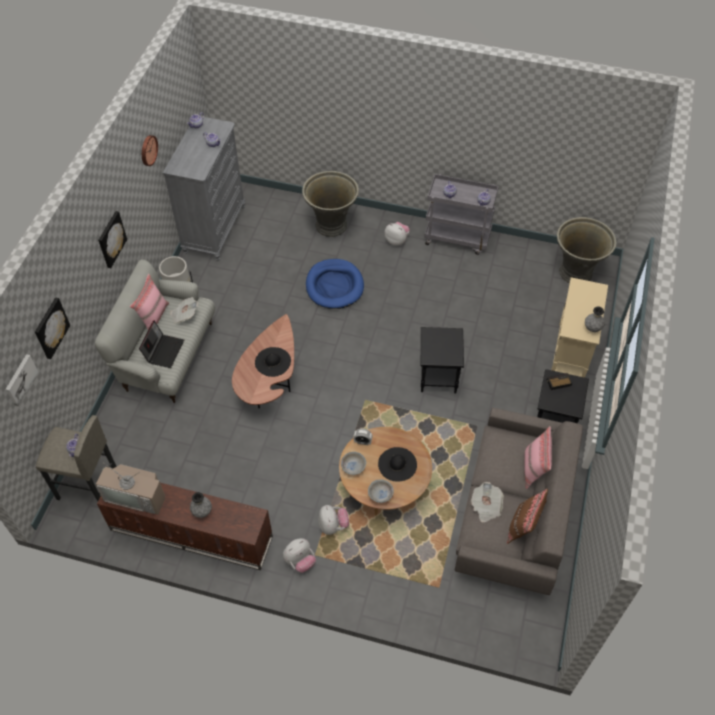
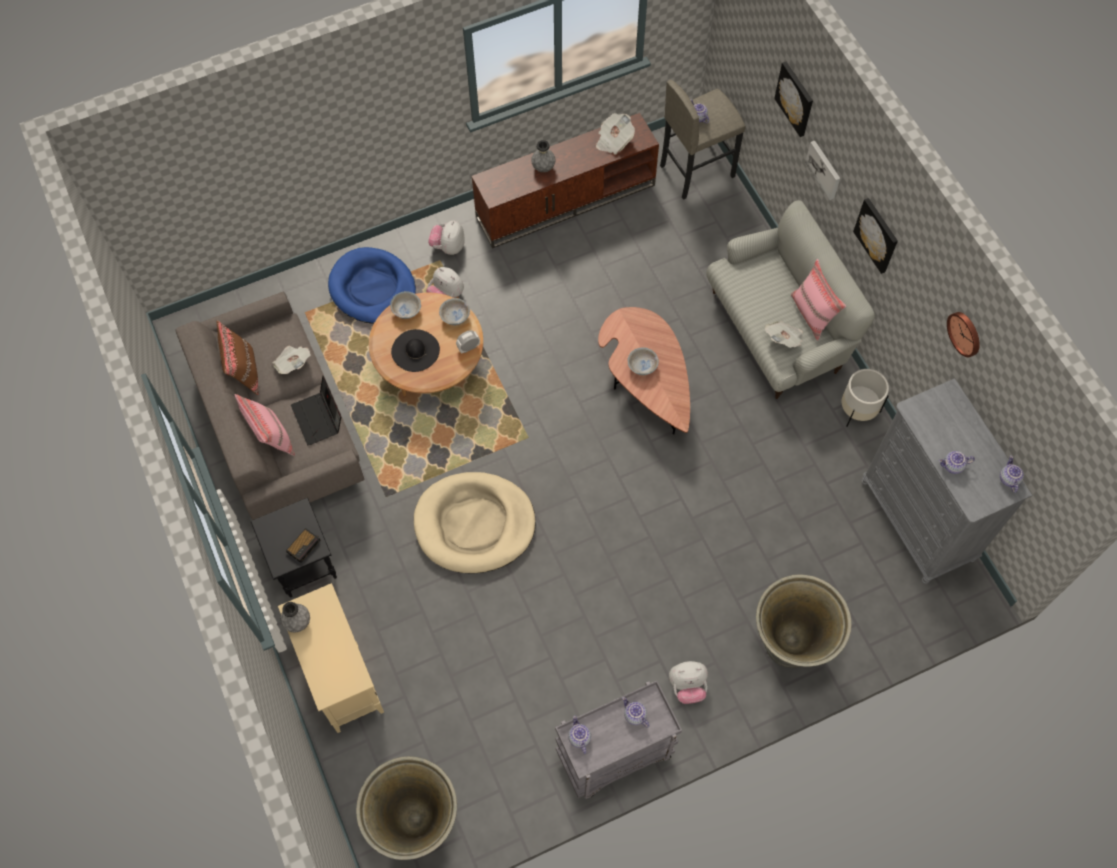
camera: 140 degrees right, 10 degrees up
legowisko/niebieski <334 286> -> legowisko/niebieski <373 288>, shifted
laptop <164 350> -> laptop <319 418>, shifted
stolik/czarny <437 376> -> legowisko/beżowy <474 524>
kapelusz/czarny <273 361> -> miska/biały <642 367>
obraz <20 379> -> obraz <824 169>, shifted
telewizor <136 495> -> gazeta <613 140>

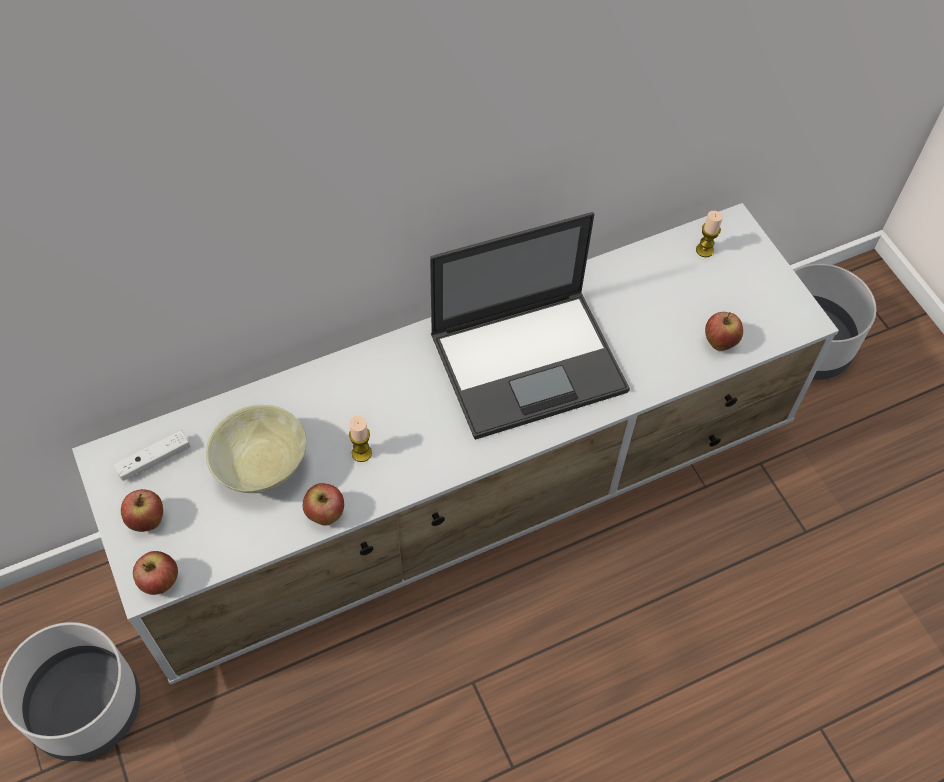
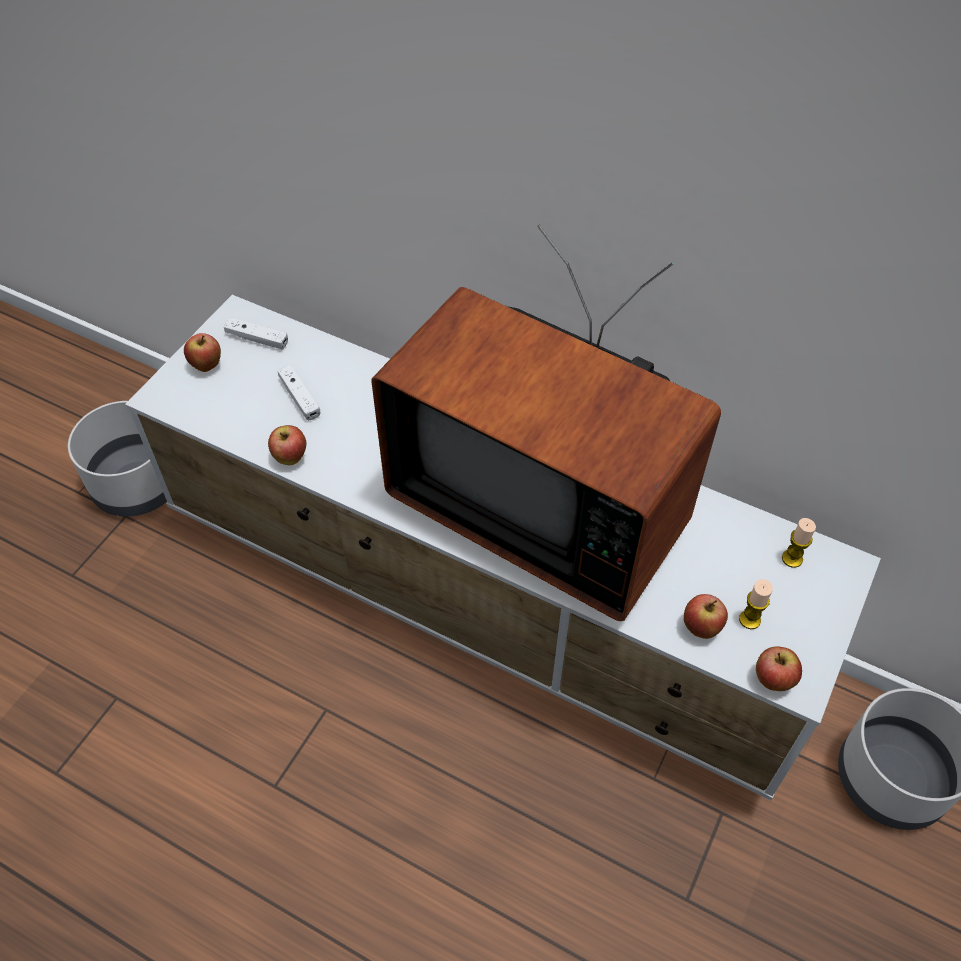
camera: 55 degrees right, 5 degrees down
laptop <530 362> -> telewizor <544 501>
miska/beżowy <261 467> -> pad do gier/biały <300 397>
świeca <361 453> -> świeca <749 619>, shifted
jabłko <160 583> -> jabłko <772 680>, shifted

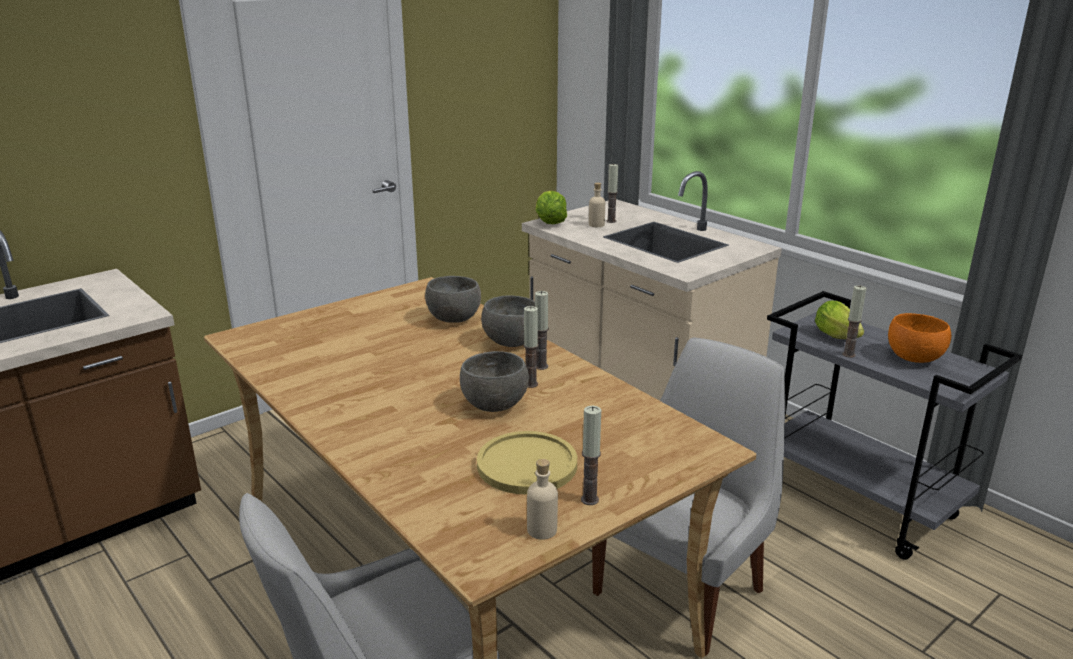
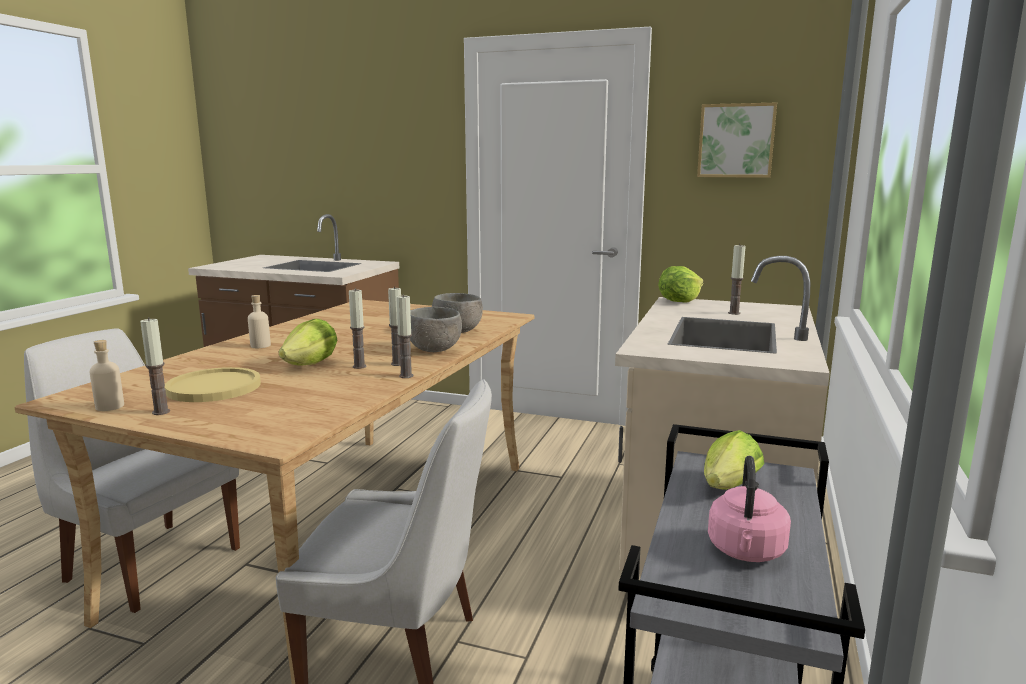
camera: 60 degrees right, 10 degrees down
butelka/beżowy <596 225> -> butelka/beżowy <260 346>, shifted
świeca <848 354> -> świeca <406 376>, shifted
miska/pomarańczowy <915 359> -> czajnik/różowy <746 552>
miska/szary <495 405> -> sałata <311 364>
none -> obraz <736 141>

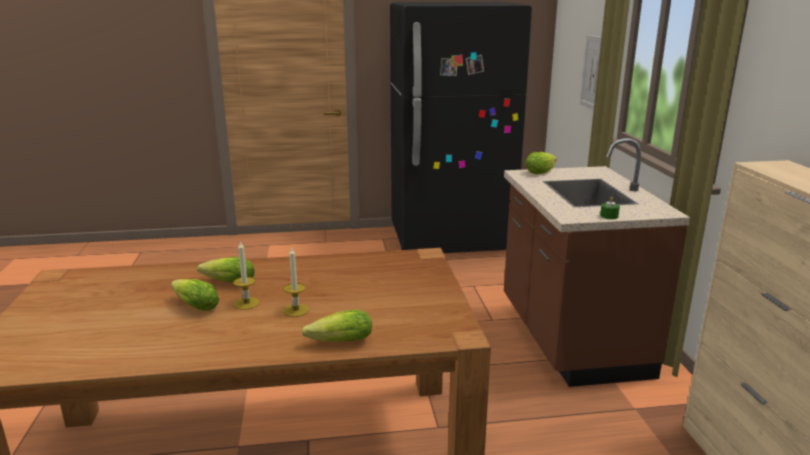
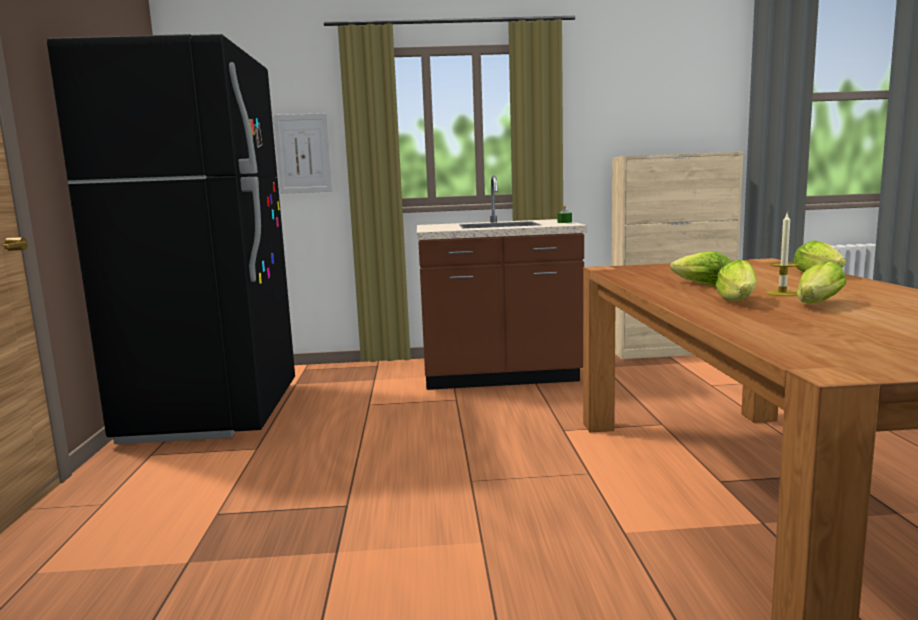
camera: 85 degrees left, 10 degrees down
sałata <542 171> -> sałata <699 285>, shifted
świeca <296 310> -> none

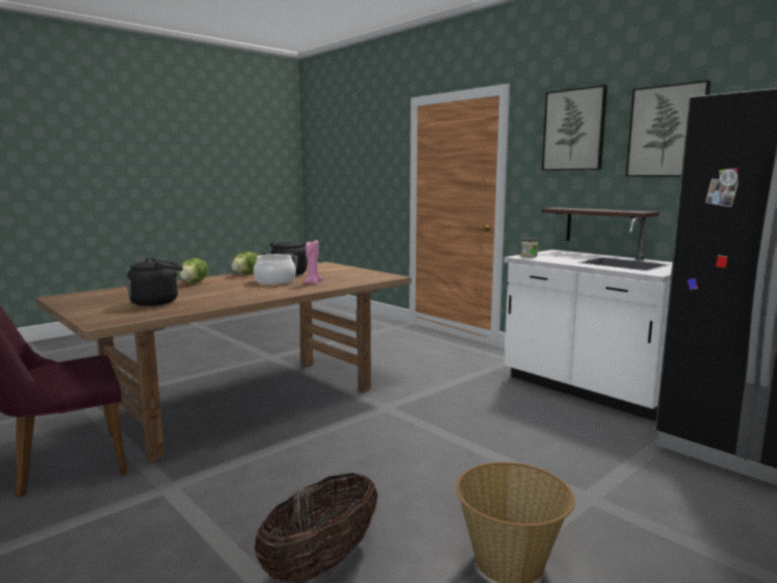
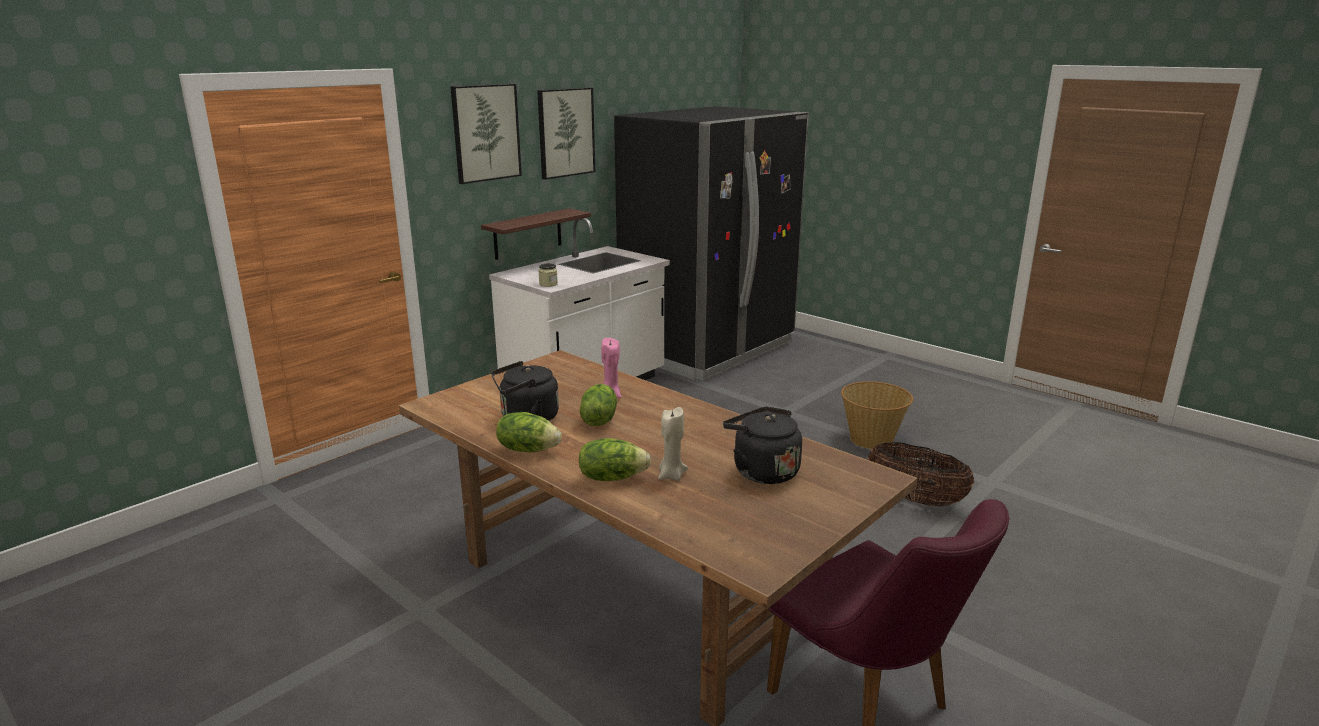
camera: 95 degrees left, 10 degrees up
garnek <275 281> -> sałata <598 420>
none -> świeca/beżowy <671 475>

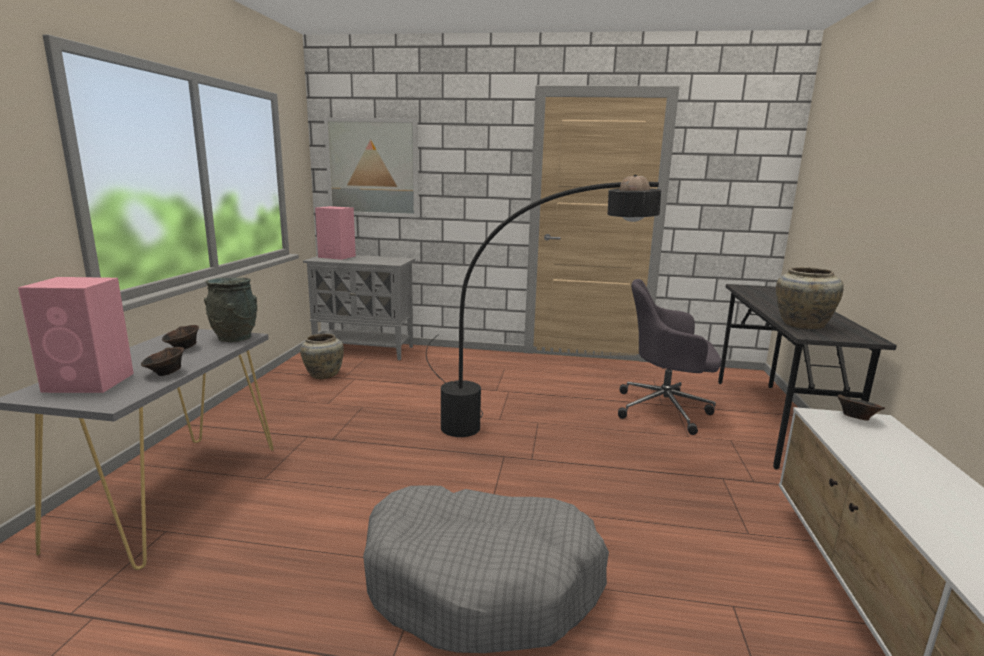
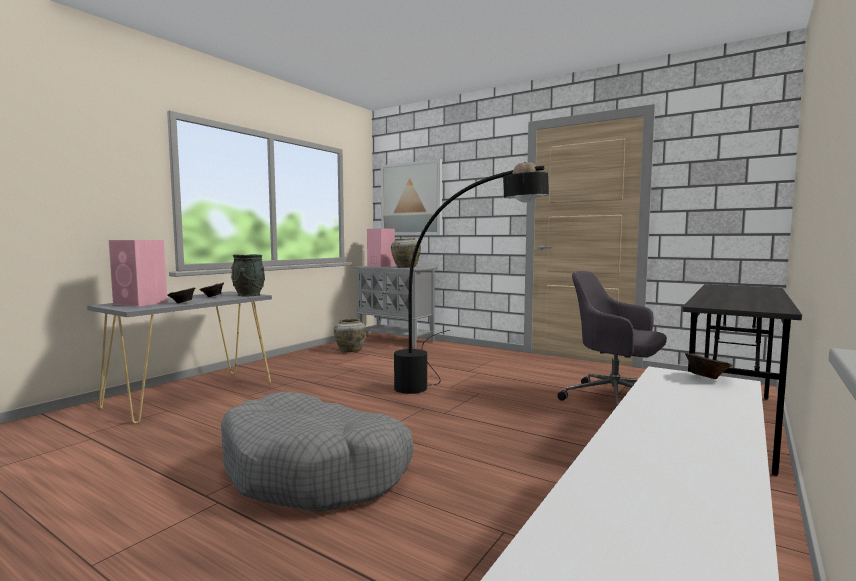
camera: 25 degrees right, 10 degrees down
wazon/beżowy <801 325> -> wazon/beżowy <405 267>, shifted

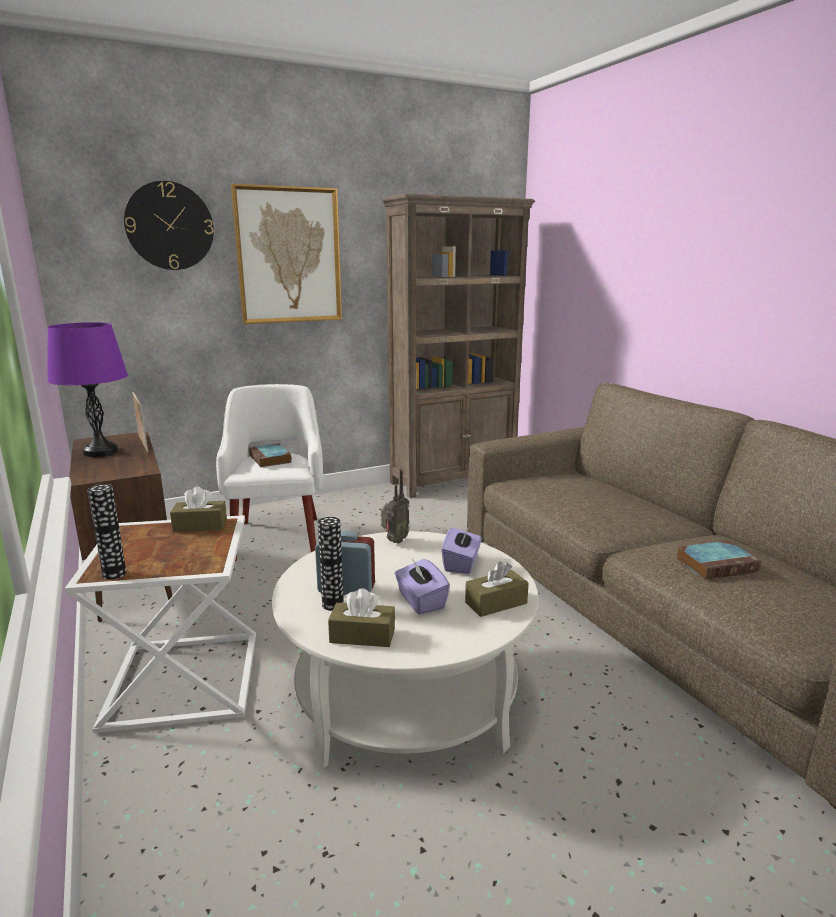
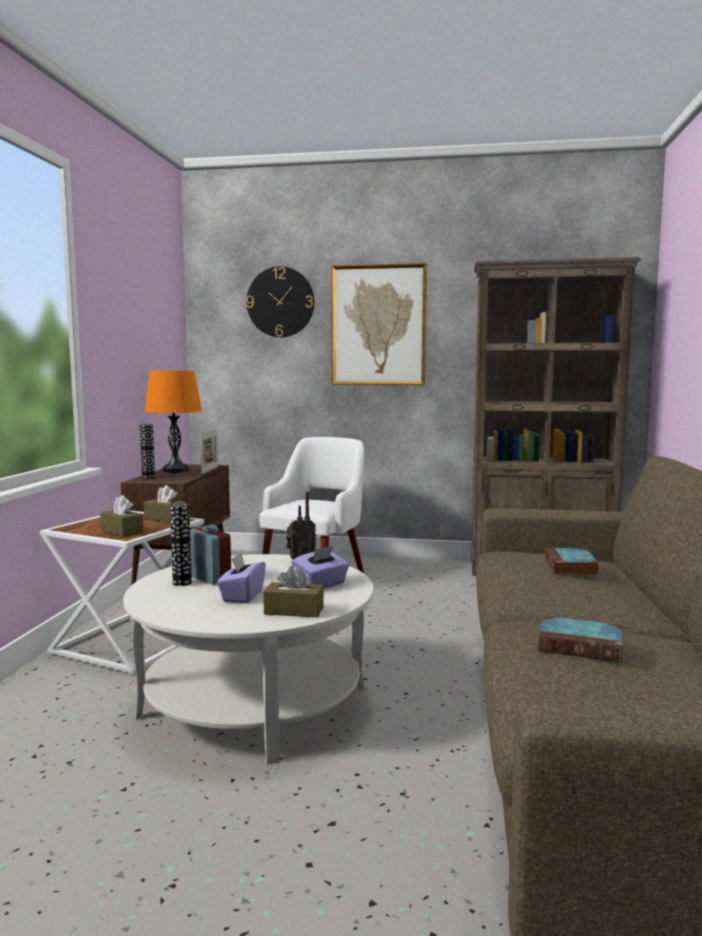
camera: 35 degrees right, 10 degrees down
lampa stołowa/fioletowy <101 452> -> lampa stołowa/pomarańczowy <175 471>
książka <271 459> -> książka <571 566>, shifted
wazon <114 574> -> wazon <148 478>, shifted
pudełko chusteczek/brązowy <362 635> -> pudełko chusteczek/brązowy <122 531>, shifted

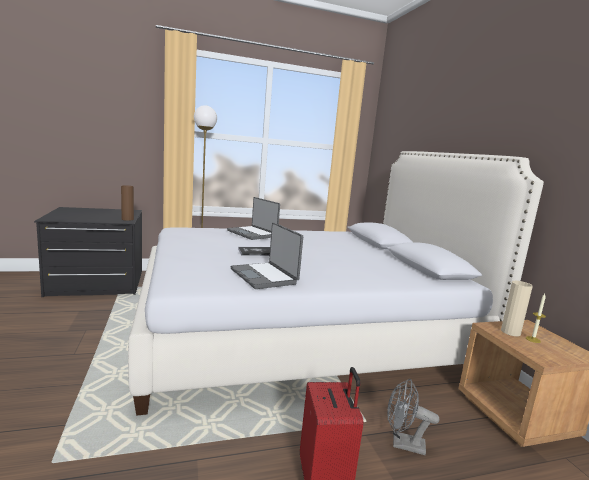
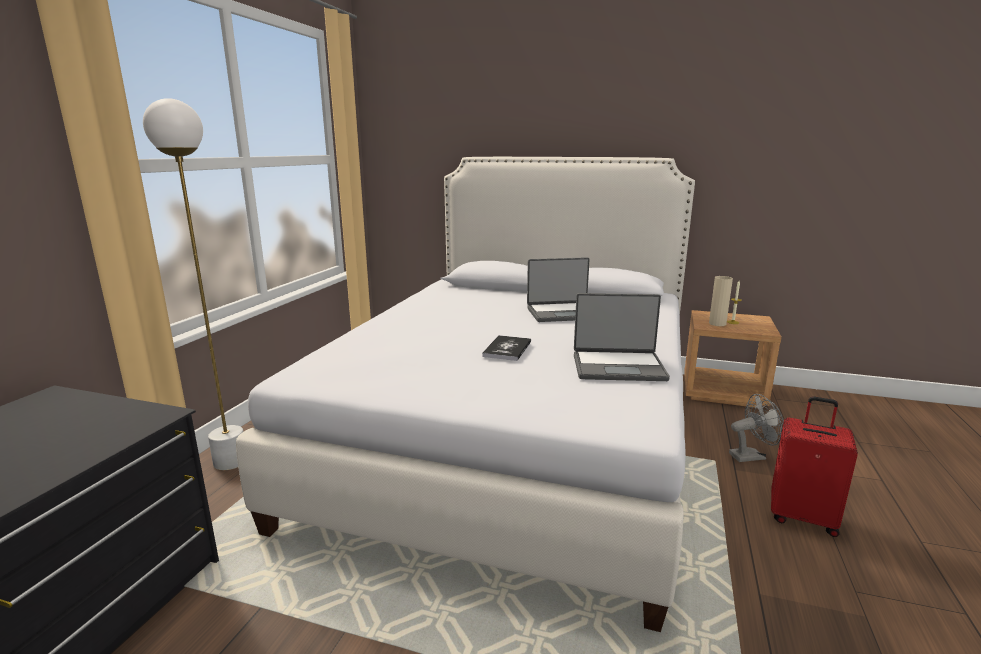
camera: 55 degrees left, 5 degrees up
wazon/brązowy <127 219> -> none
laptop <252 233> -> laptop <562 313>, shifted
wentylator/szary <402 444> -> wentylator/szary <751 456>, 150 degrees counterclockwise

